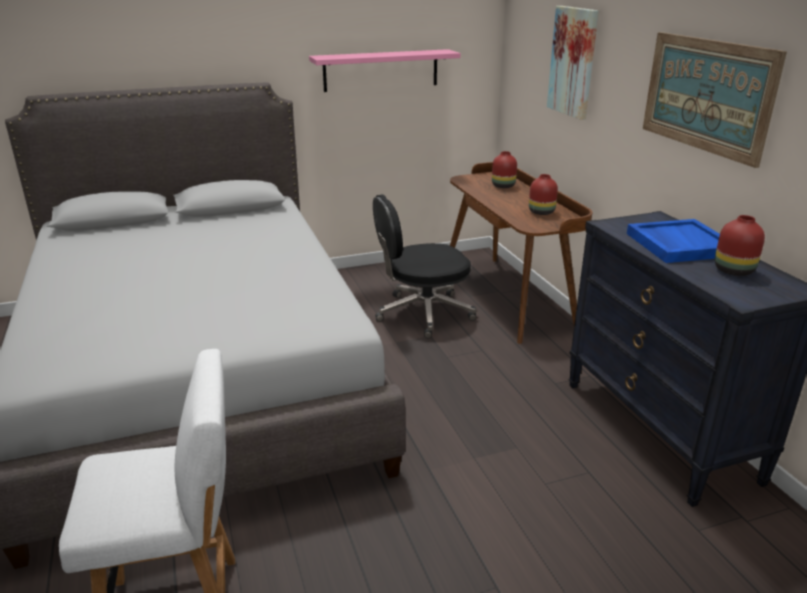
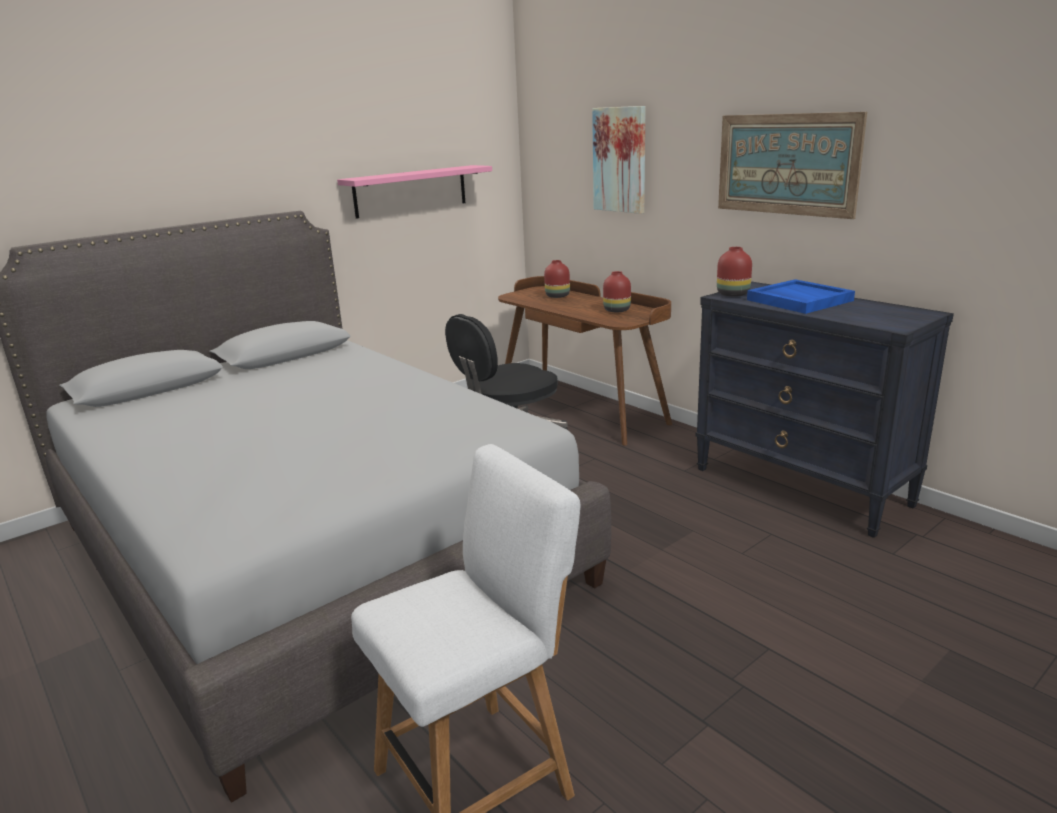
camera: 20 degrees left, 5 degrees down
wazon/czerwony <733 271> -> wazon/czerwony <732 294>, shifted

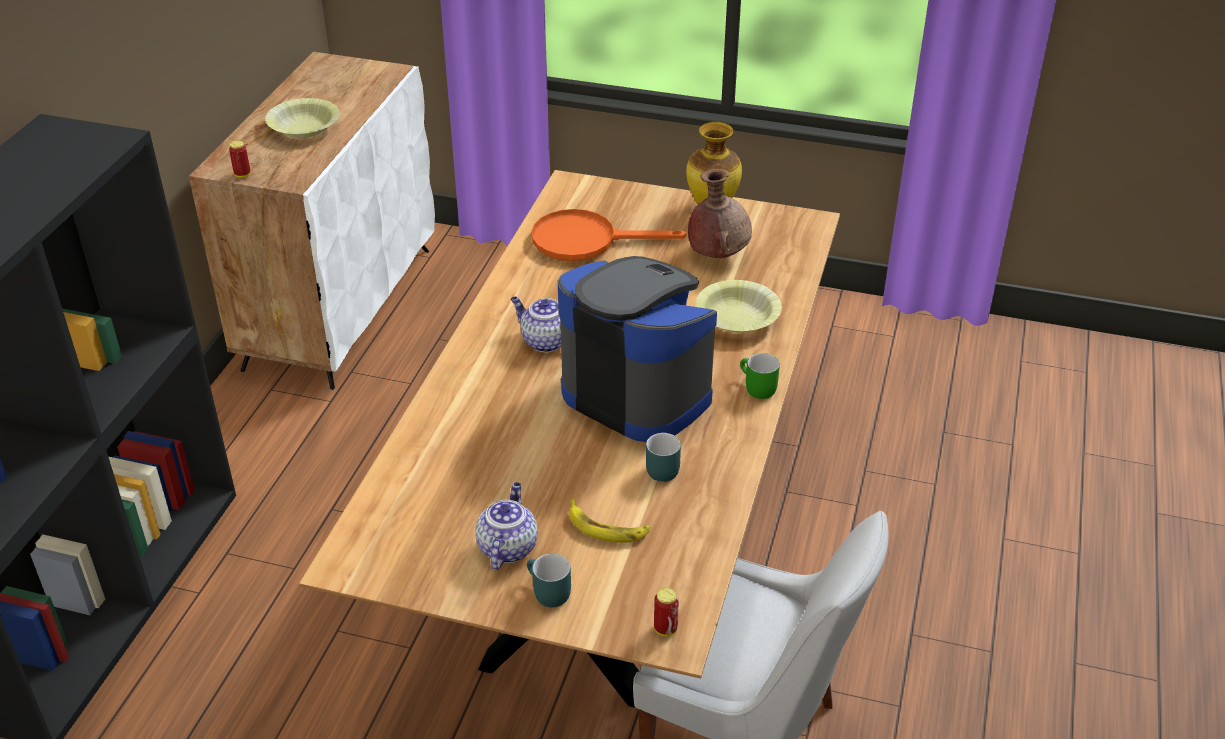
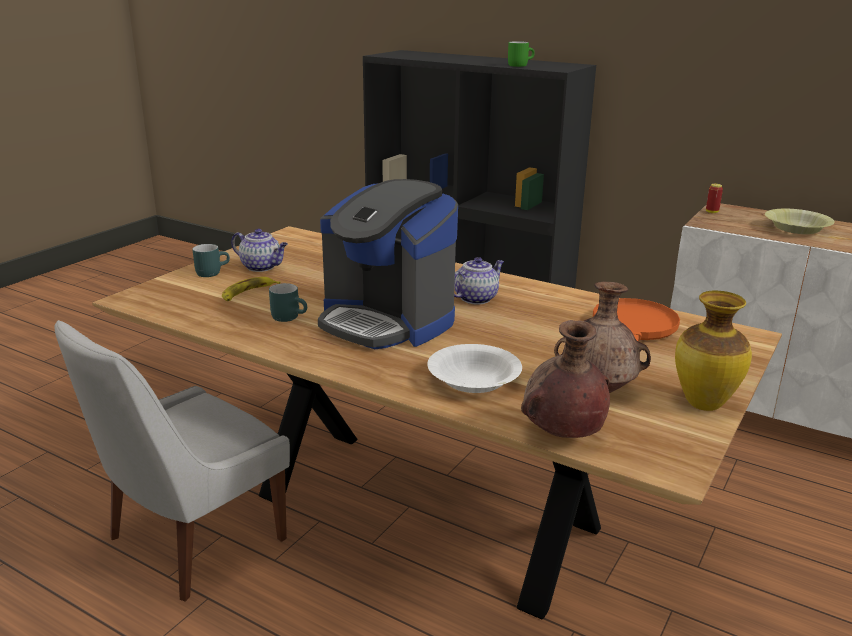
camera: 105 degrees right, 15 degrees down
ekspres do kawy <637 392> -> ekspres do kawy <387 321>, 75 degrees clockwise
miska/żółty <737 318> -> miska/biały <473 381>
kubek/zielony <755 388> -> kubek/zielony <519 65>, shifted
puszka <665 629> -> none
none -> wazon/brązowy <561 435>

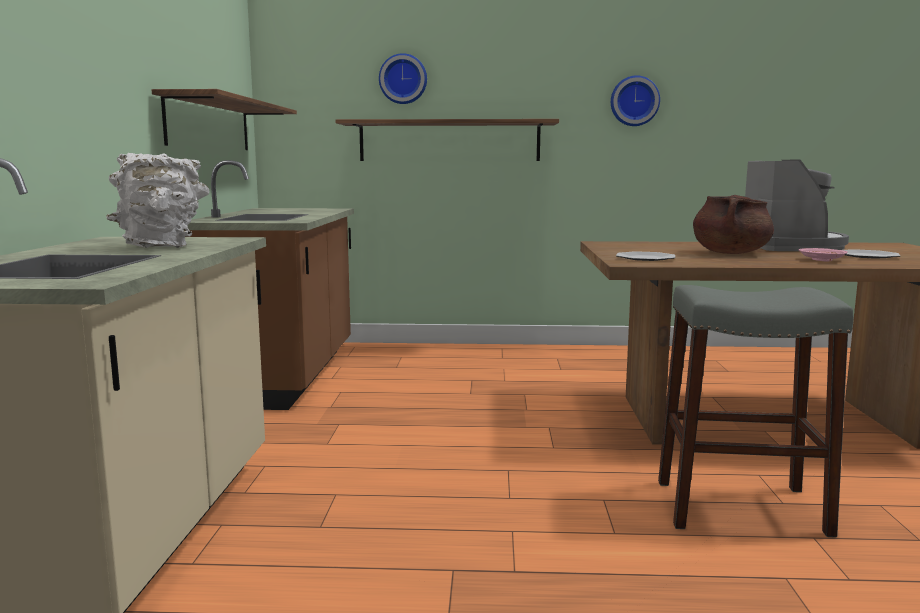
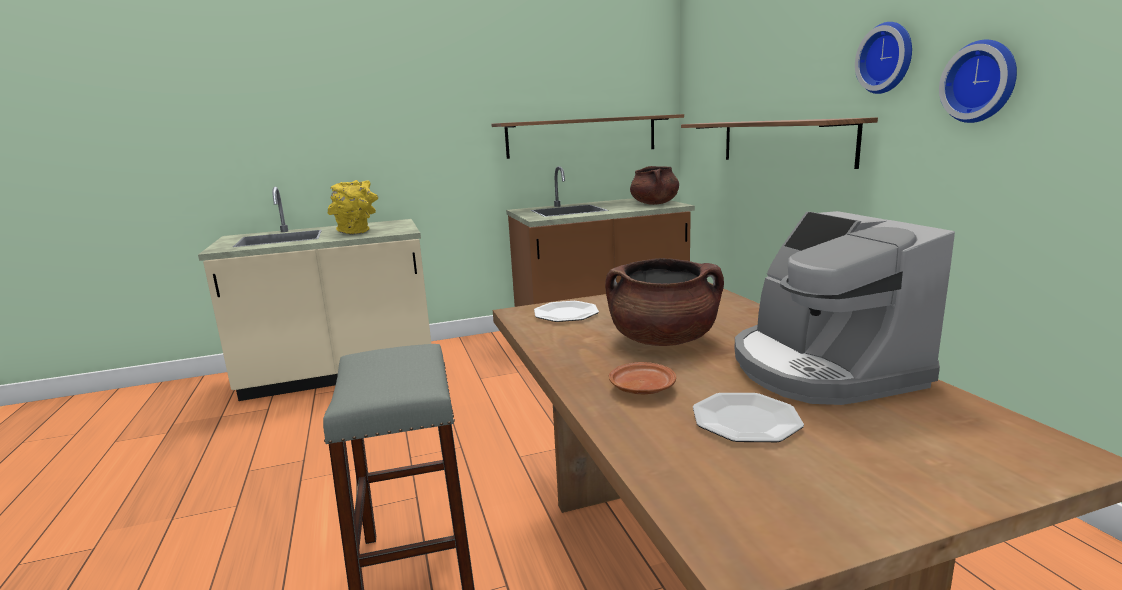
camera: 70 degrees right, 5 degrees up
zegar ścienny <403 79> -> zegar ścienny <888 58>, shifted
wazon/biały <162 246> -> wazon/żółty <357 232>
ekspres do kawy <792 246> -> ekspres do kawy <821 368>, 90 degrees clockwise
talerz/różowy <821 260> -> talerz/brązowy <642 388>
none -> garnek/brązowy <654 204>

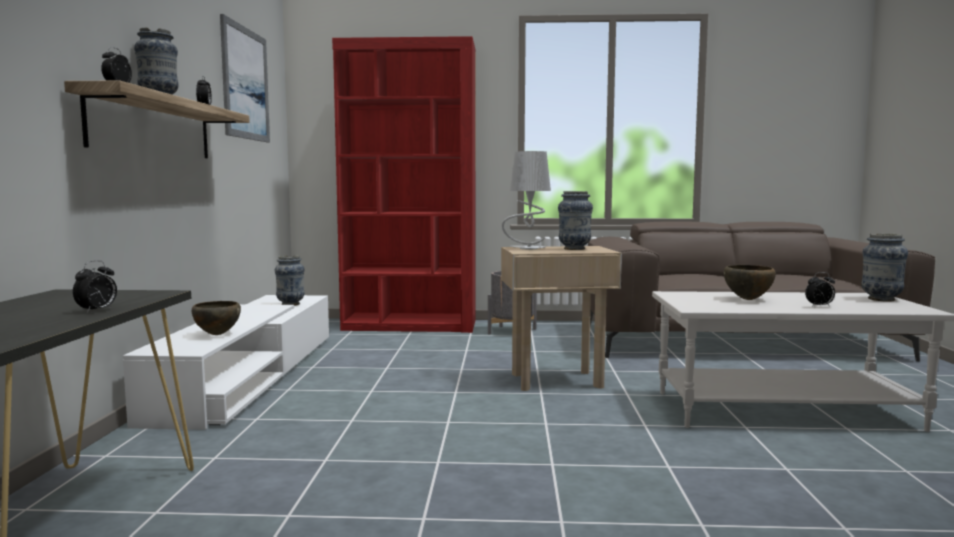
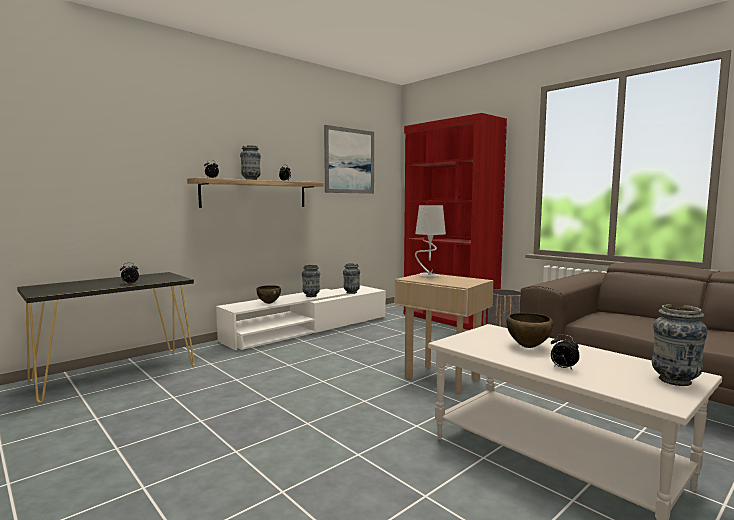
camera: 45 degrees right, 0 degrees up
wazon <574 249> -> wazon <311 296>, shifted

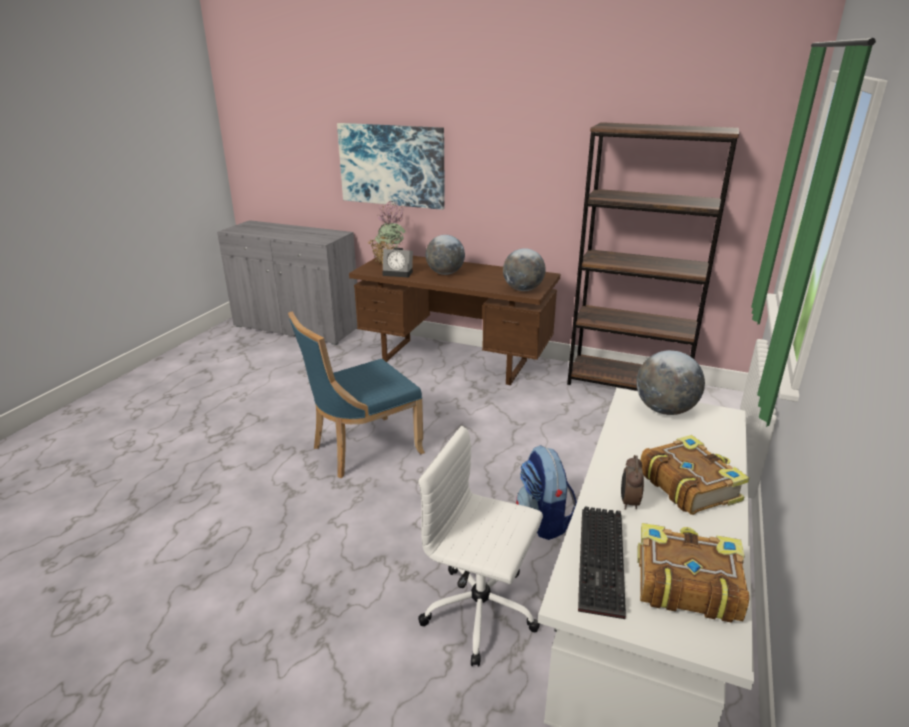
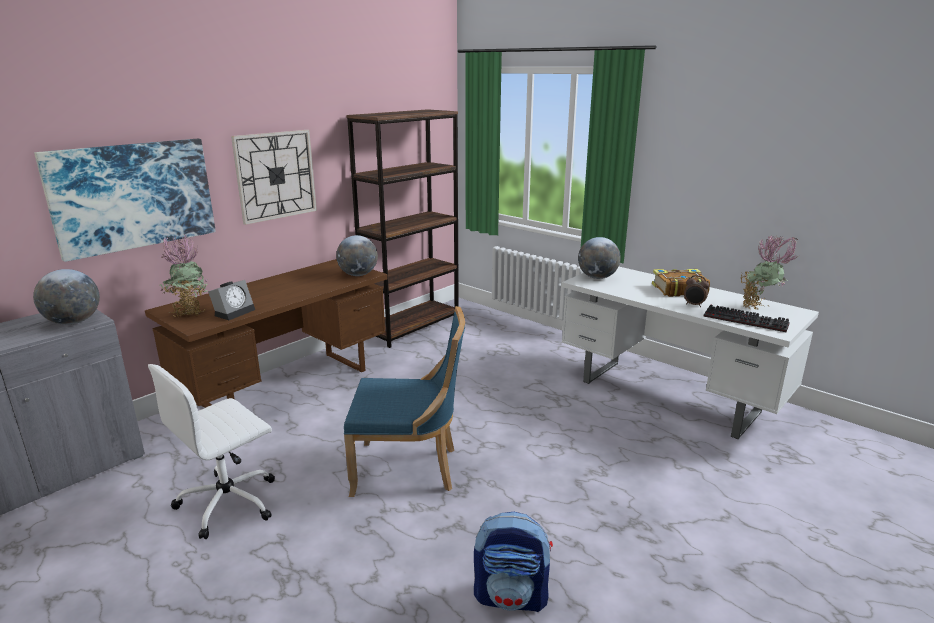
camera: 70 degrees left, 5 degrees down
globus <445 273> -> globus <73 322>, shifted
krzesło/niebieski <362 449> -> krzesło/niebieski <409 469>, 75 degrees counterclockwise
krzesło biurowe/biały <482 611> -> krzesło biurowe/biały <230 502>, shifted
plecak <544 520> -> plecak <511 596>, shifted
książka <685 583> -> roślina doniczkowa <760 308>
none -> zegar ścienny <275 175>

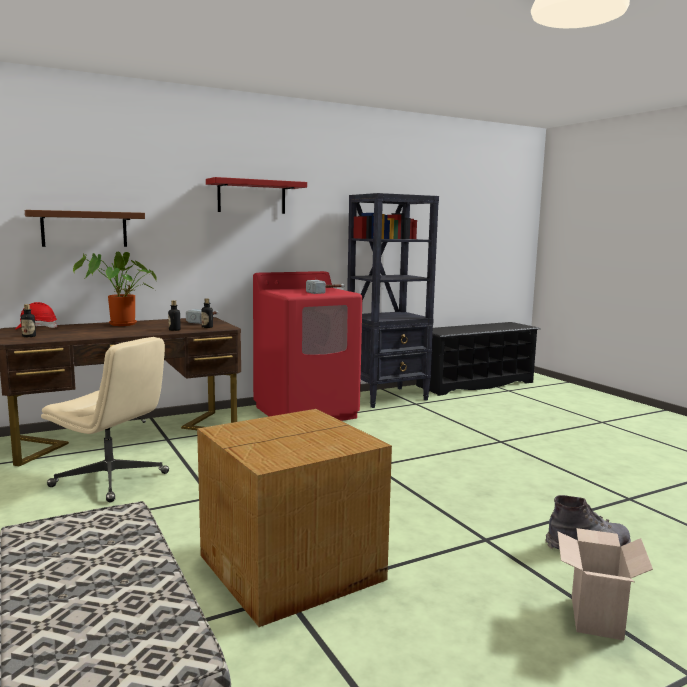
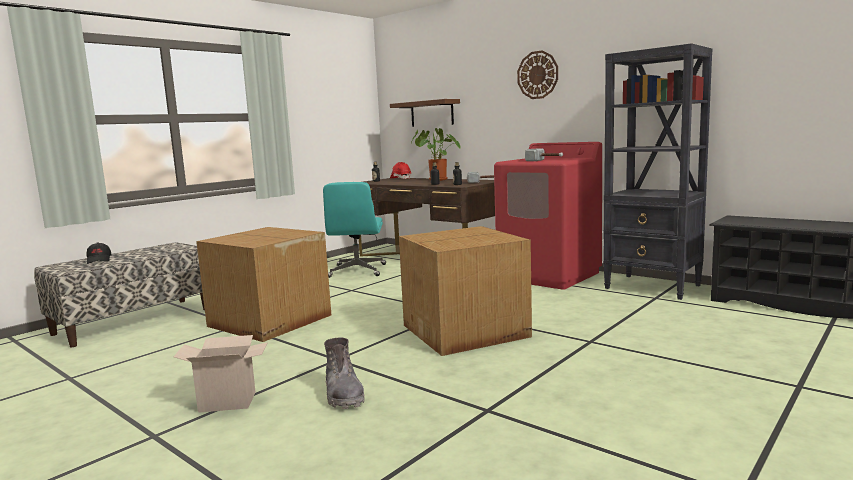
camera: 70 degrees right, 0 degrees up
półka/czerwony <252 197> -> zegar ścienny <537 75>
krzesło biurowe/beżowy <111 480> -> krzesło biurowe/turkusowy <357 271>
none -> karton <467 331>
none -> czapka z daszkiem/czarny <99 260>

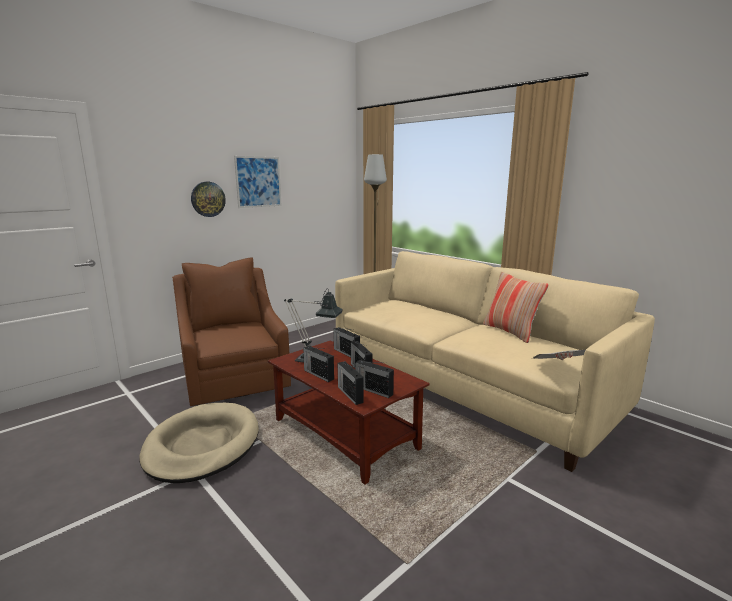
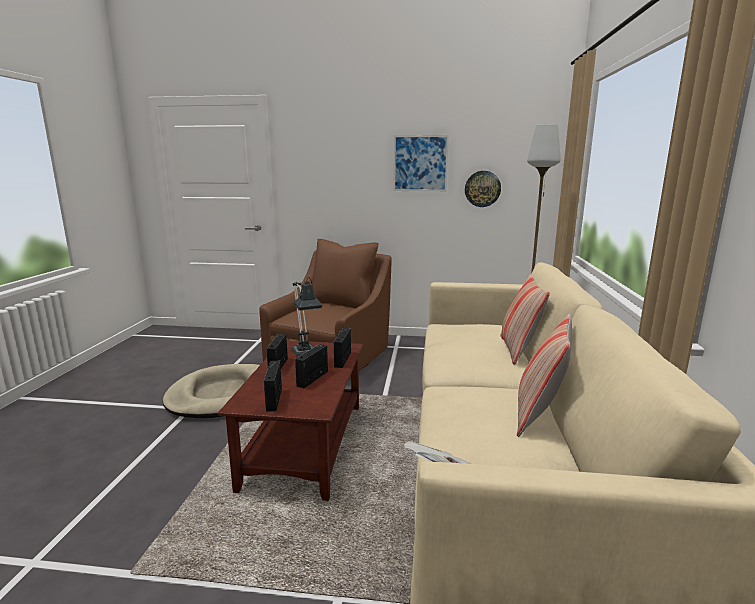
camera: 50 degrees right, 0 degrees up
zegar ścienny <208 199> -> zegar ścienny <482 189>, shifted
radio <350 394> -> none
none -> poduszka <518 350>

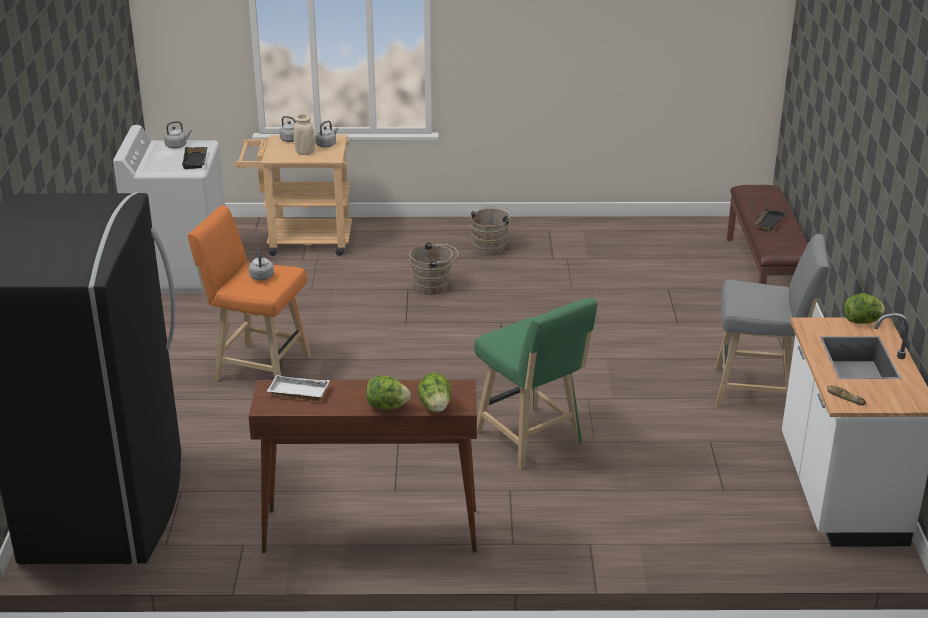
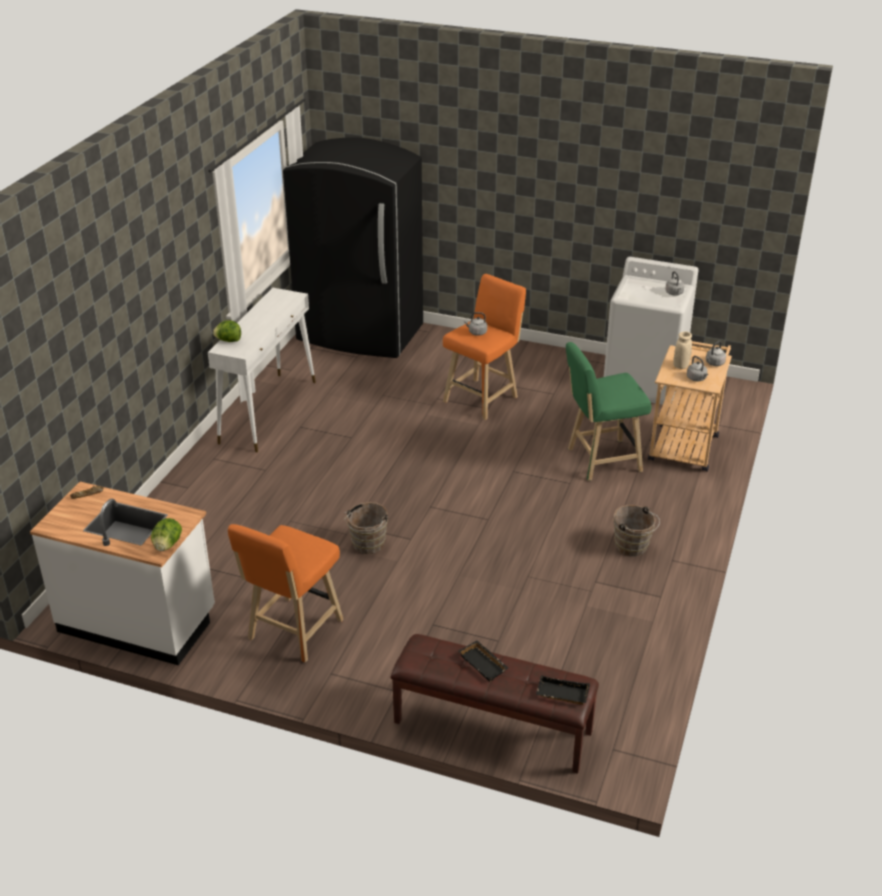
camera: 110 degrees right, 5 degrees up
taca/czarny <196 161> -> taca/czarny <561 694>, shifted
stołek/szary <758 391> -> stołek/pomarańczowy <292 633>
wiadro/brązowy <434 286> -> wiadro/brązowy <367 545>, shifted
stołek/zielony <531 440> -> stołek/zielony <600 461>, shifted
taca/biały <297 393> -> none
sałata <387 406> -> none
stolik konsolowy/brązowy <369 531> -> stolik konsolowy/biały <268 411>

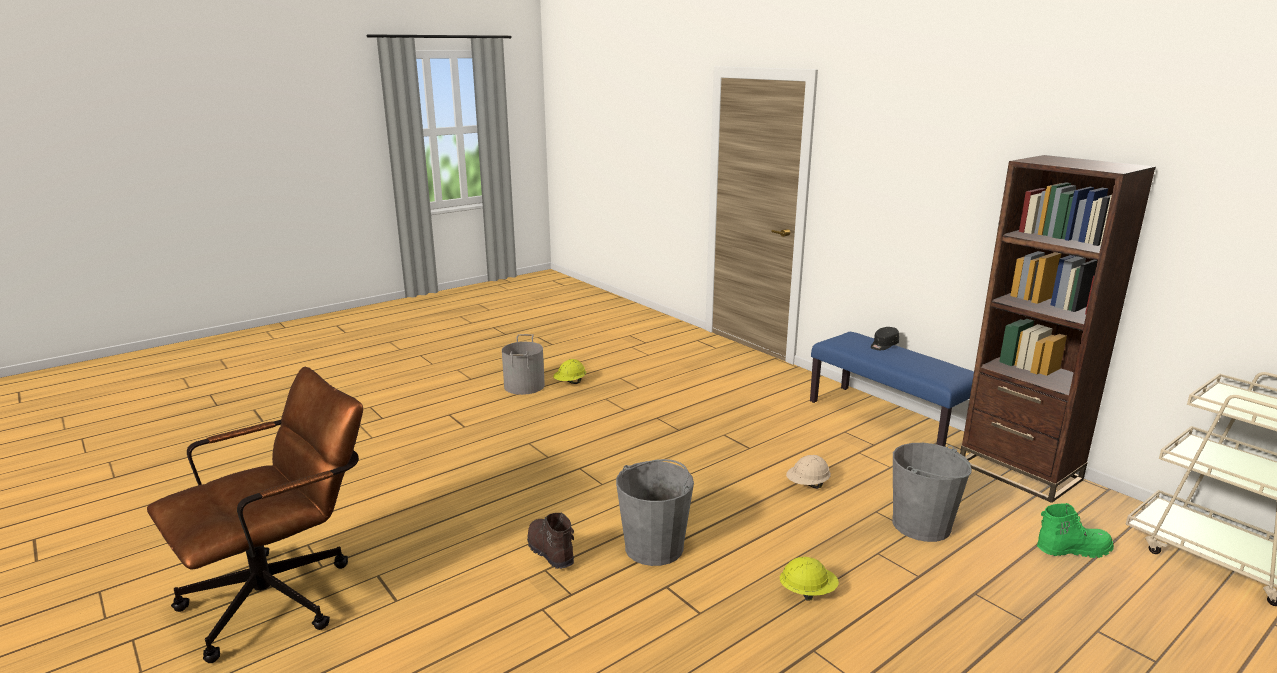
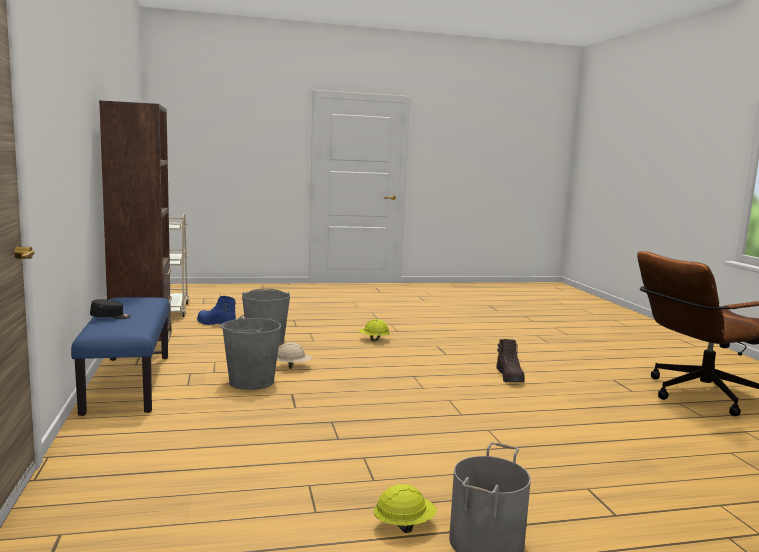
camera: 155 degrees left, 10 degrees down
wiadro/szary <654 547> -> wiadro/szary <251 381>, shifted
but z cholewką/zielony <1072 550> -> but z cholewką/niebieski <216 323>

